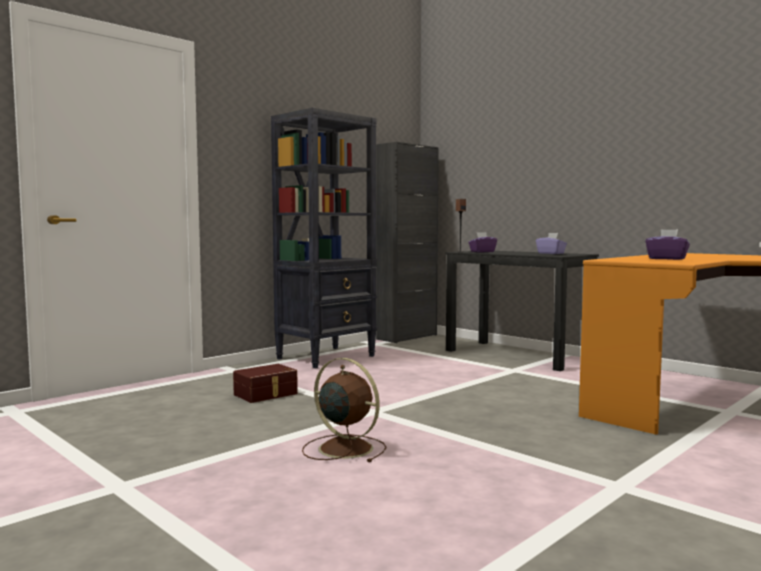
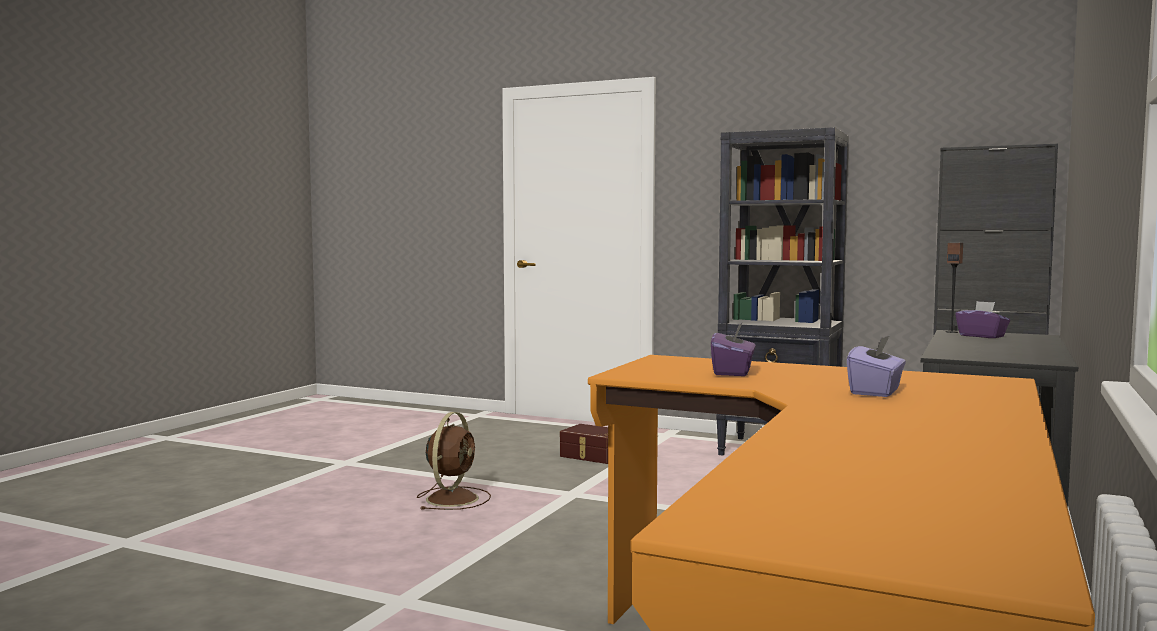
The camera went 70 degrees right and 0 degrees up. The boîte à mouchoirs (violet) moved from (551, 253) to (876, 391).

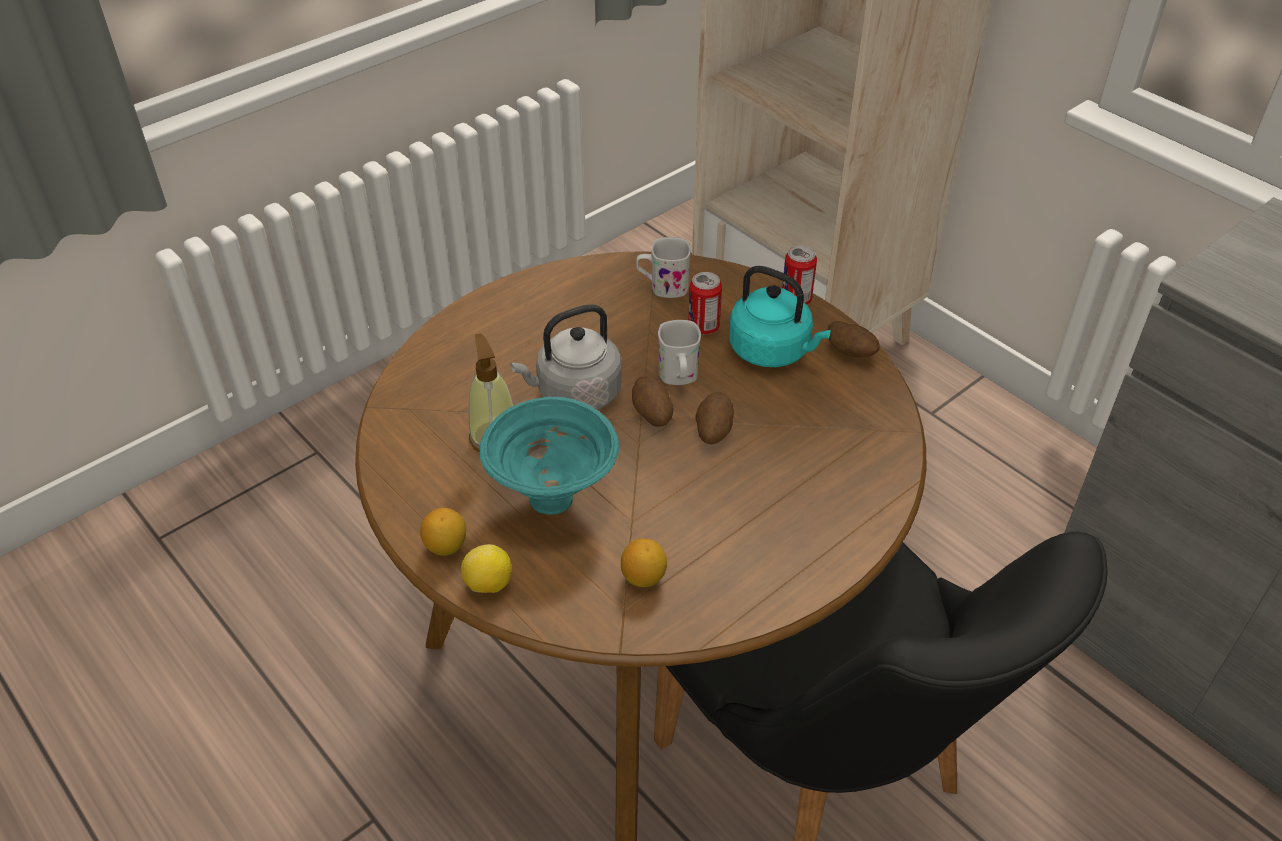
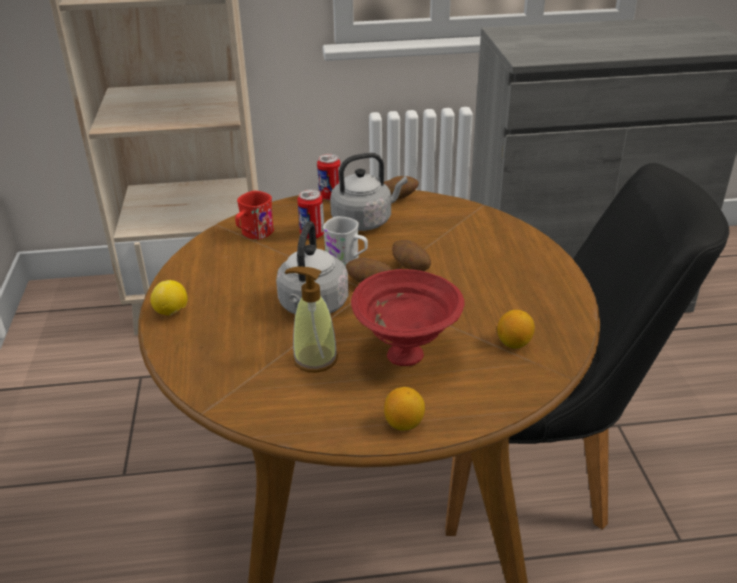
The camera went 55 degrees left and 10 degrees down. The citron moved from (488, 584) to (172, 312). The mug (blanc) at (662, 287) became the mug (rouge) at (254, 234). The bouilloire (turquoise) at (773, 351) became the bouilloire (gris) at (365, 221). The bol (turquoise) at (555, 499) became the bol (rouge) at (406, 353).

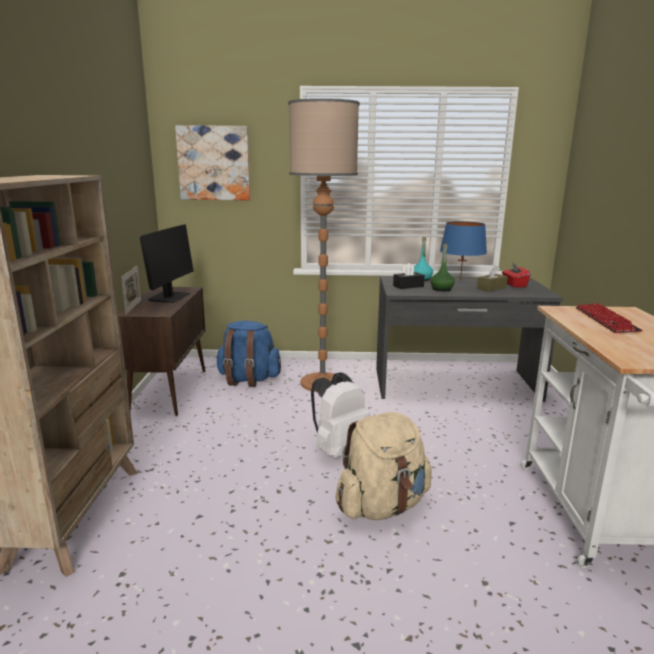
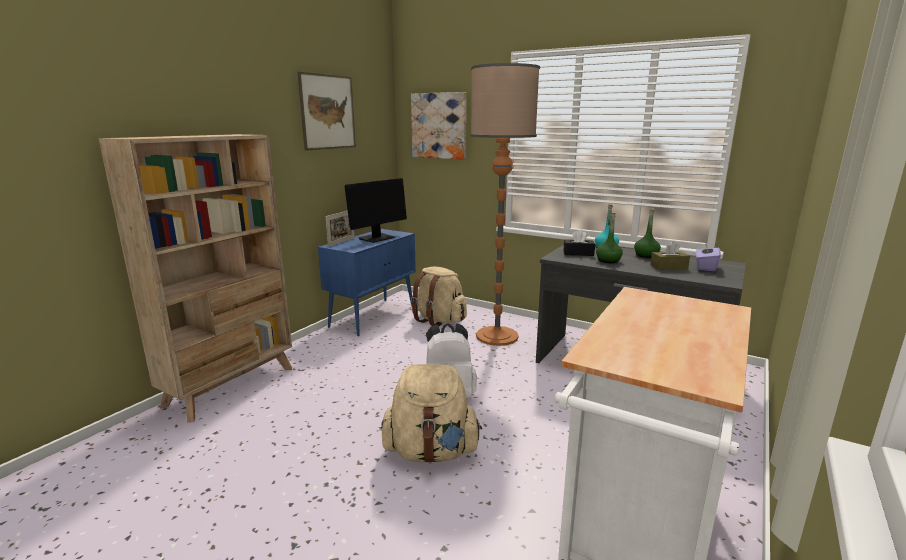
The camera went 30 degrees right and 0 degrees up. The tableau at (328, 112) appeared. The meuble de rangement (marron) at (170, 390) became the meuble de rangement (bleu) at (373, 316). The sac à dos (bleu) at (248, 379) became the sac à dos (beige) at (439, 320). The lampe de table (bleu) at (460, 281) was replaced by the bouteille (vert) at (646, 255). The boîte à mouchoirs (rouge) at (514, 285) became the boîte à mouchoirs (violet) at (705, 267). The clavier at (605, 320) disappeared.

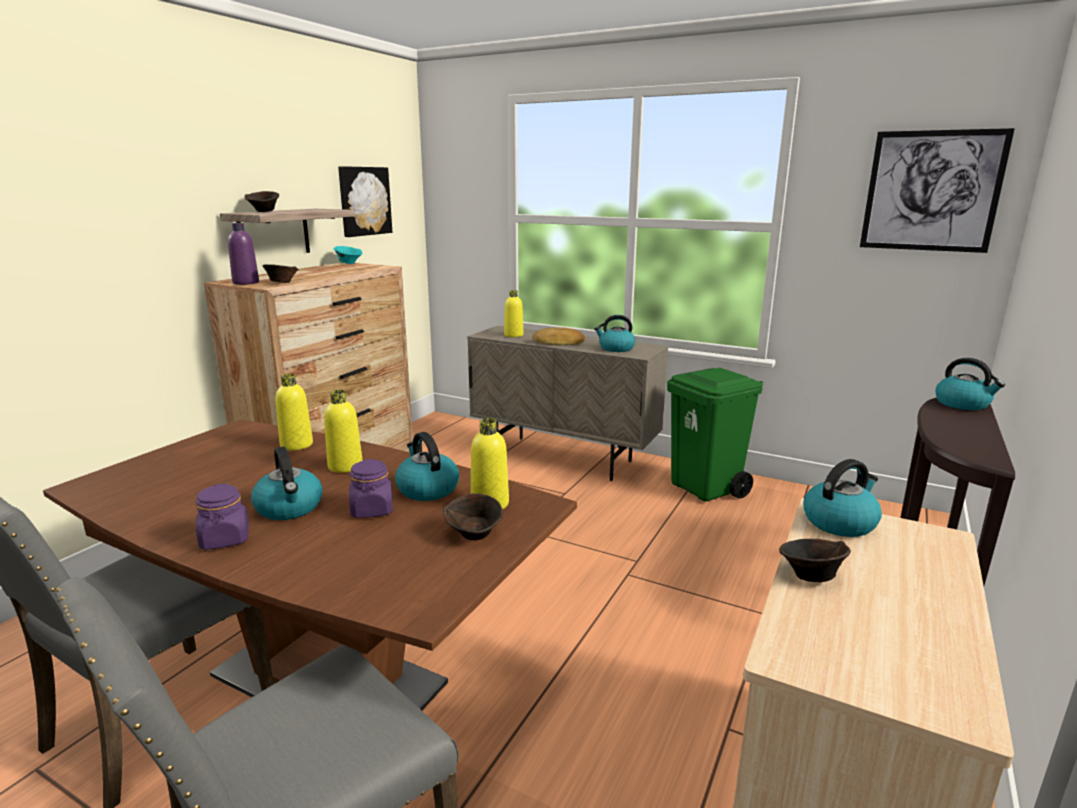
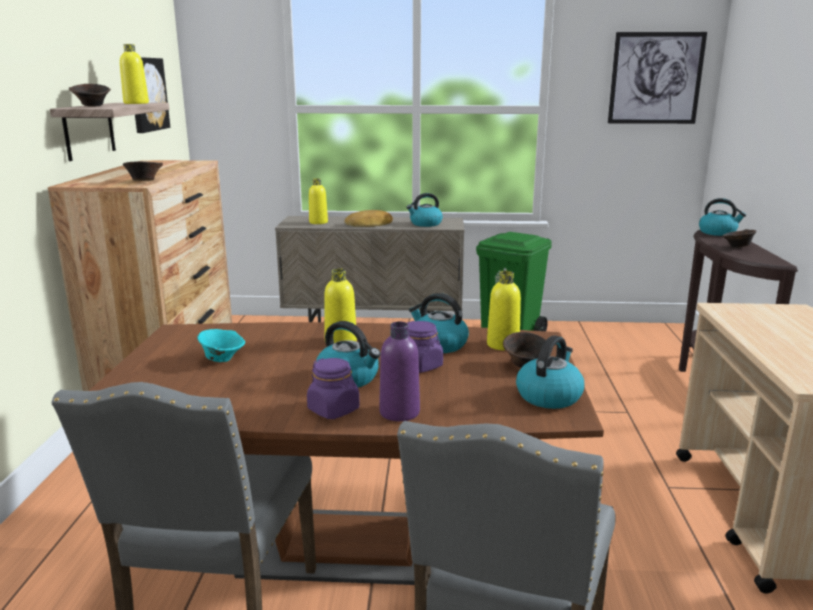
The camera went 25 degrees left and 0 degrees up. The bouteille (jaune) moved from (296, 445) to (136, 103). The bol (turquoise) moved from (349, 263) to (222, 359). The bouteille (violet) moved from (246, 283) to (399, 412). The bouilloire moved from (839, 522) to (549, 396). The bol (marron) moved from (810, 576) to (737, 247).

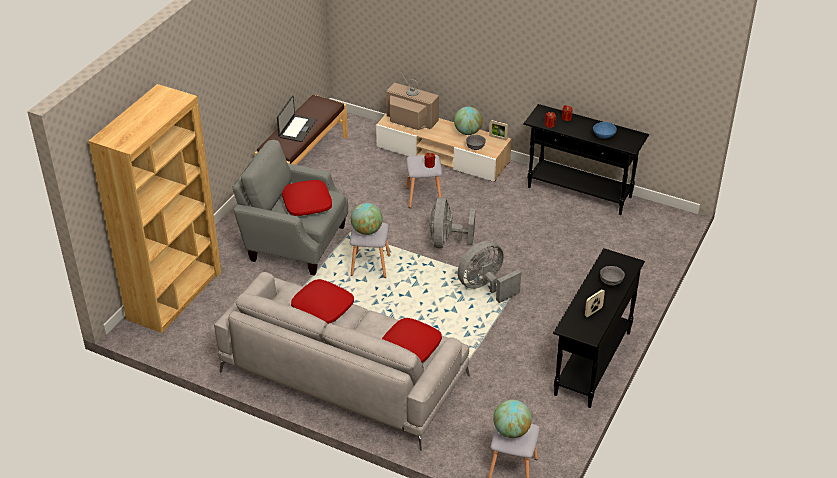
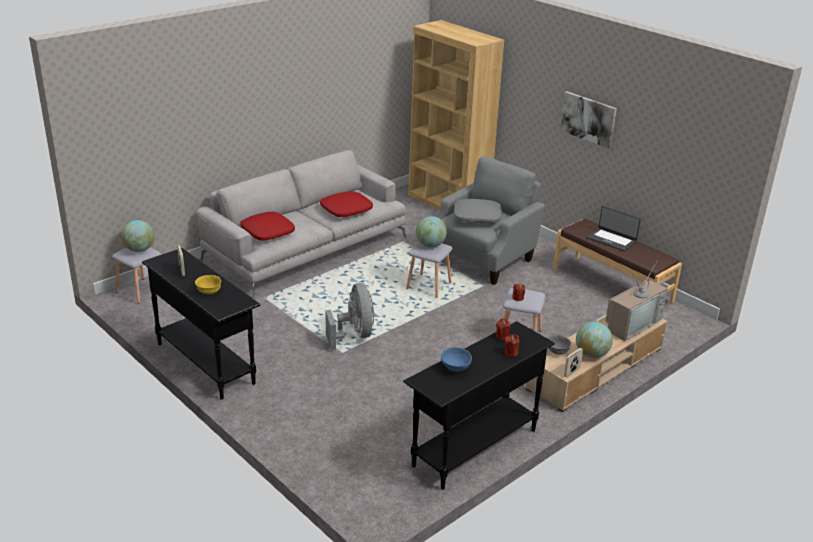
The camera went 110 degrees right and 10 degrees down. The bol (gris) at (610, 282) became the bol (jaune) at (209, 291). The coussin (rouge) at (306, 203) became the coussin (gris) at (477, 217). The tableau at (588, 119) appeared. The ventilateur (gris) at (447, 241) disappeared.

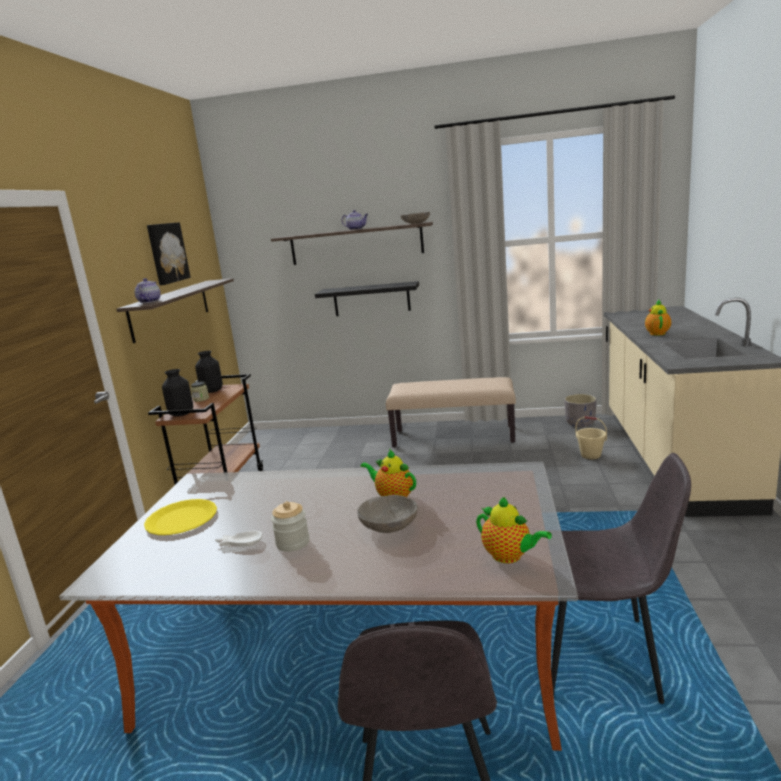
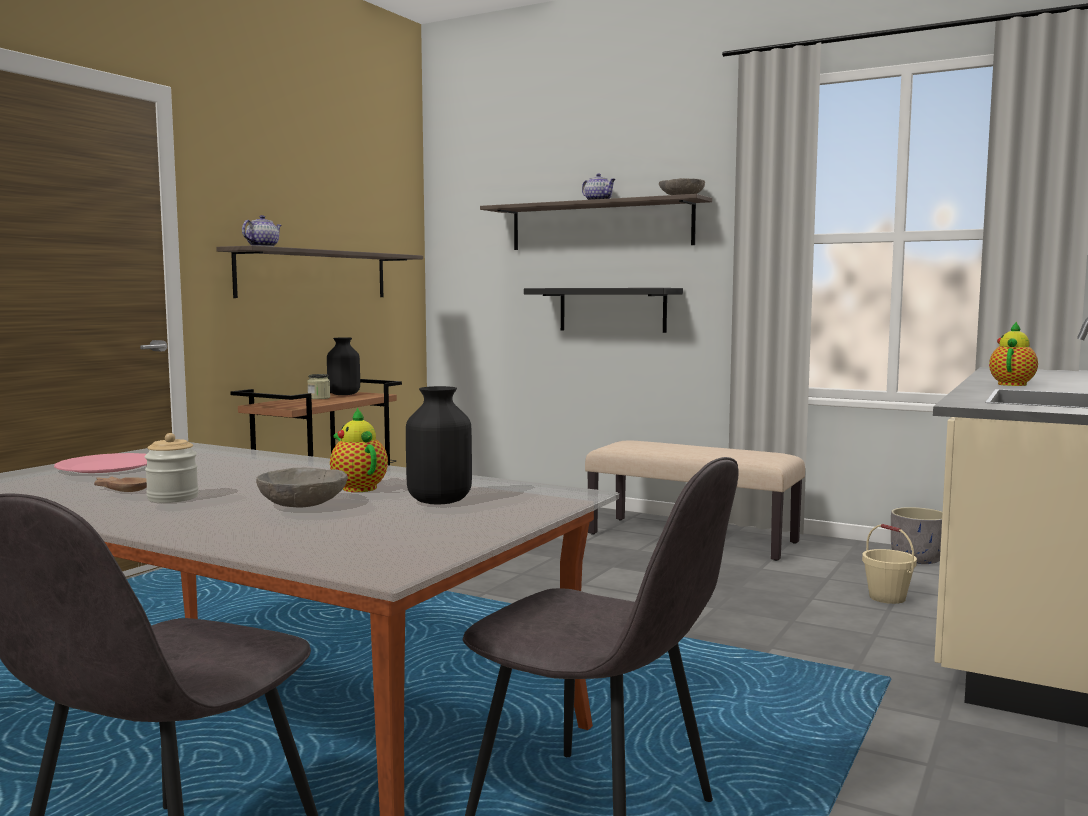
The camera went 20 degrees right and 10 degrees down. The assiette (jaune) at (182, 519) became the assiette (rose) at (108, 466). The bol (blanc) at (239, 543) became the bol (marron) at (122, 489). The vase (noir) moved from (182, 414) to (440, 501). The tableau at (167, 253) disappeared. The théière at (509, 556) disappeared.

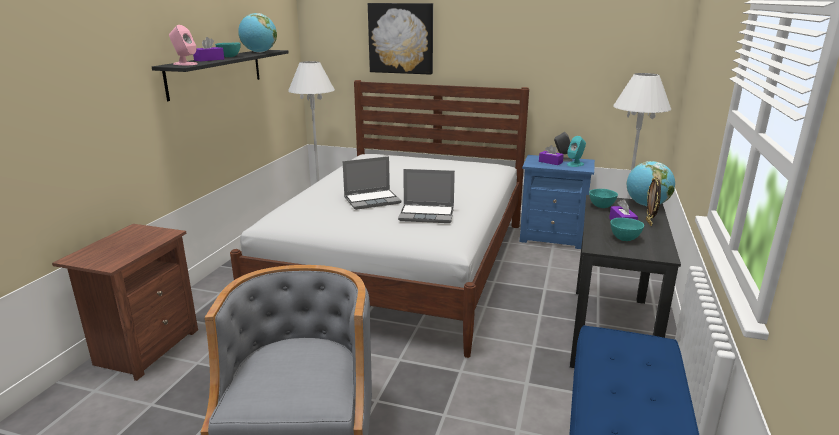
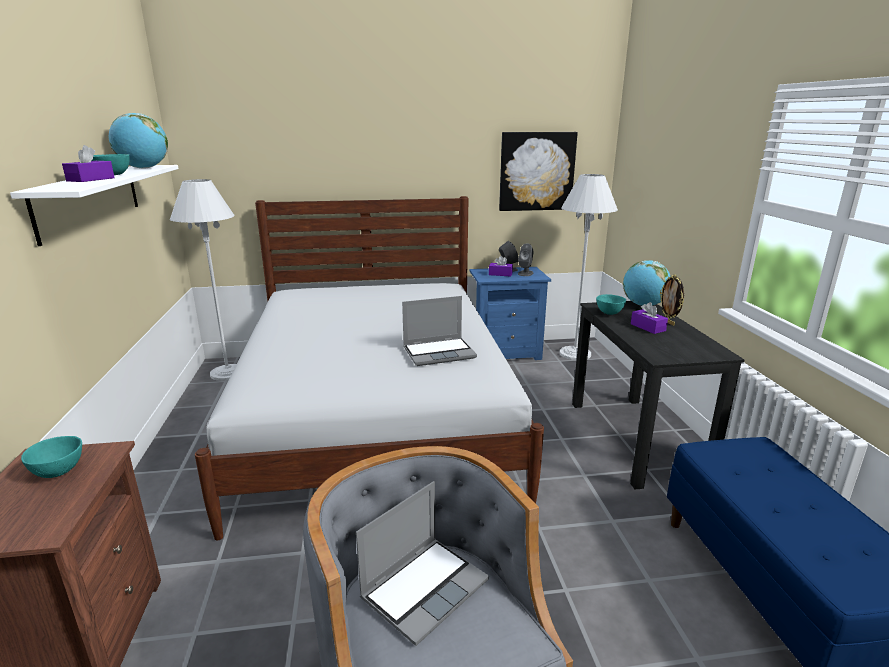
The camera went 25 degrees left and 0 degrees up. The étagère (noir) at (216, 73) became the étagère (blanc) at (90, 199). The bol (turquoise) moved from (625, 239) to (60, 471). The ordinateur portable moved from (372, 200) to (425, 588). The tableau moved from (401, 38) to (536, 171). The enceinte (turquoise) at (575, 164) became the enceinte (gris) at (525, 273). The enceinte (rose) at (185, 64) disappeared.

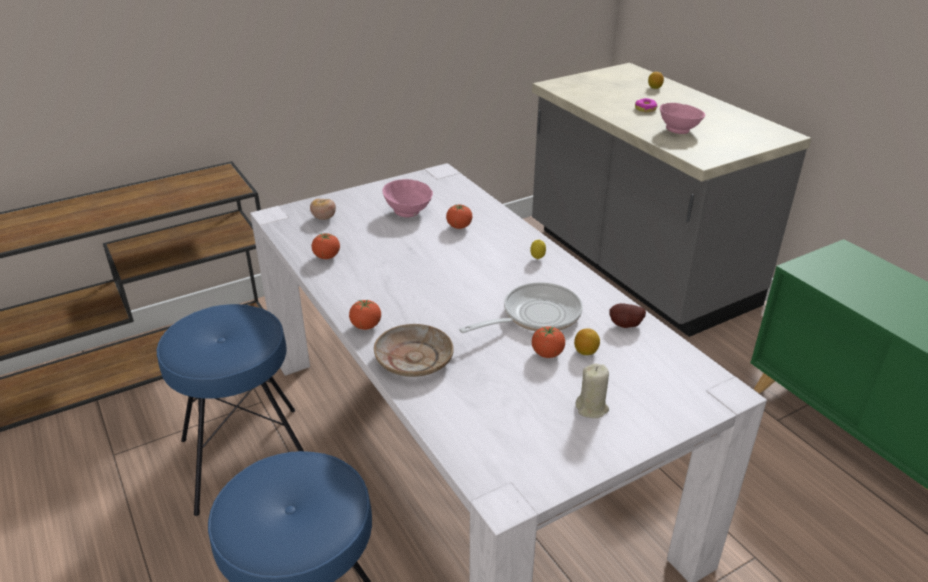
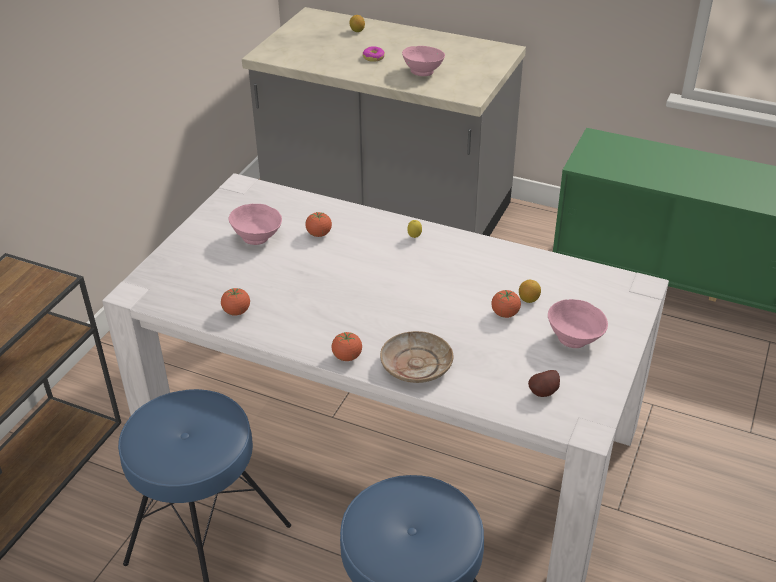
The camera went 35 degrees left and 5 degrees up. The pomme de terre moved from (626, 326) to (545, 393). The bougie (beige) at (592, 408) was replaced by the bol (rose) at (575, 339). The tomate at (324, 218) disappeared. The poêle at (535, 316) disappeared.

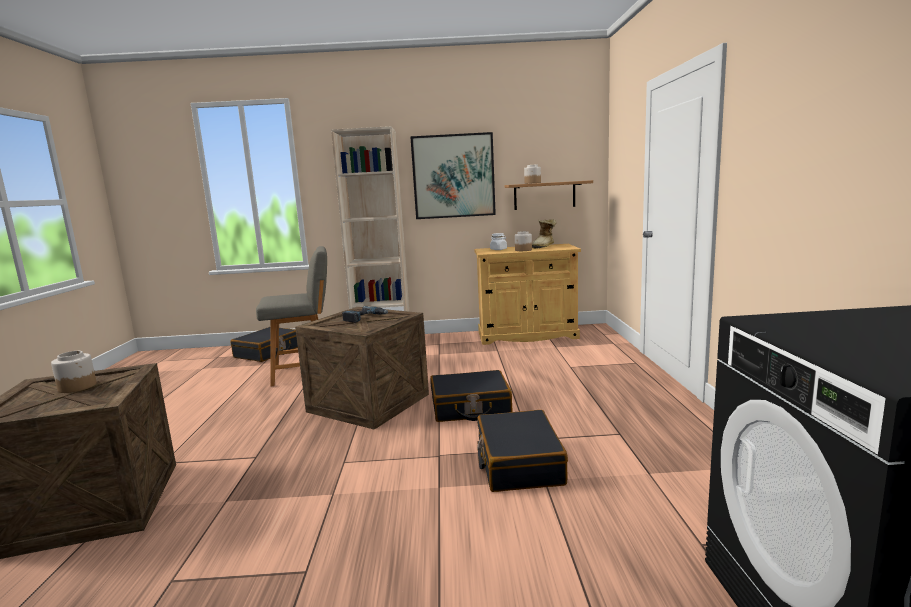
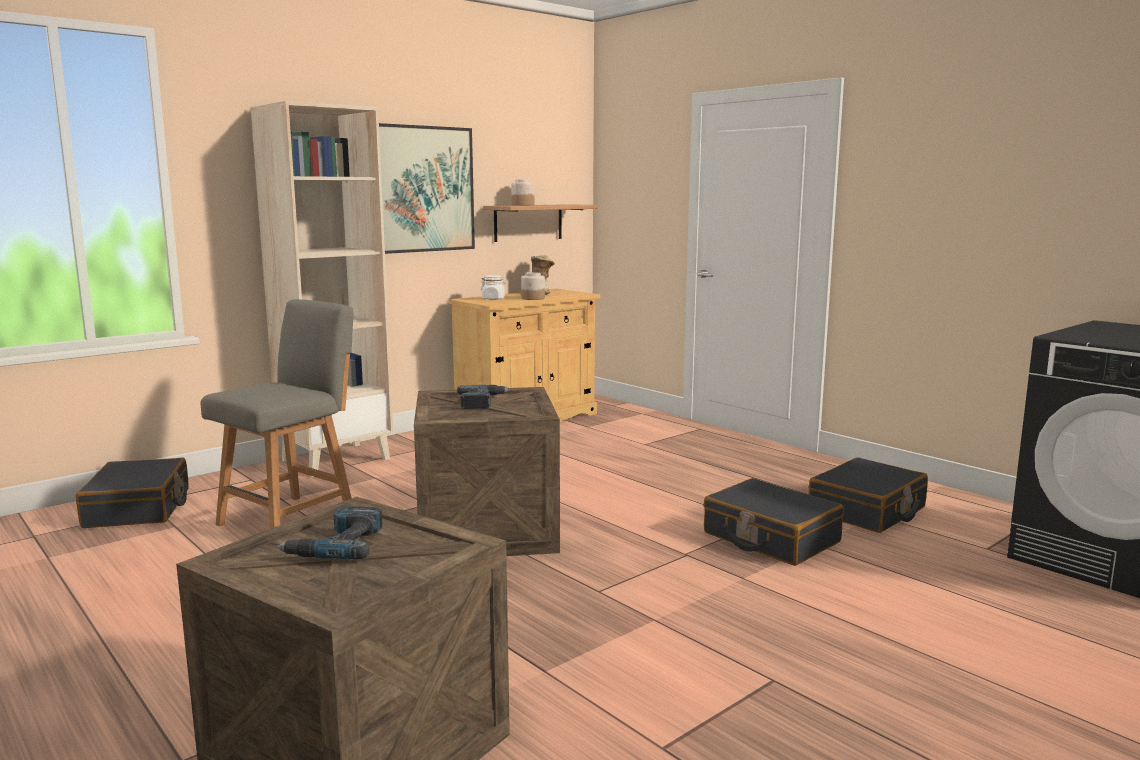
The camera went 40 degrees left and 0 degrees up. The bocal at (77, 387) was replaced by the perceuse at (337, 544). The valise (noir) moved from (470, 408) to (867, 511).

